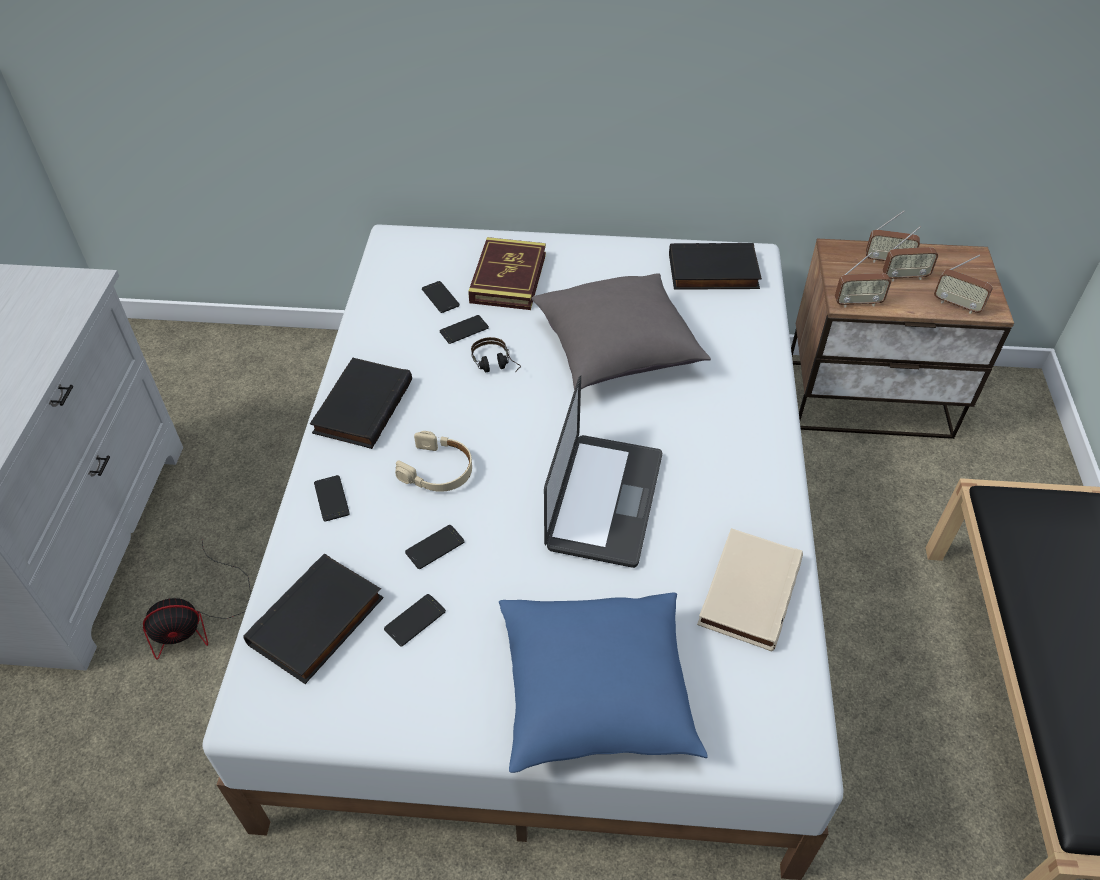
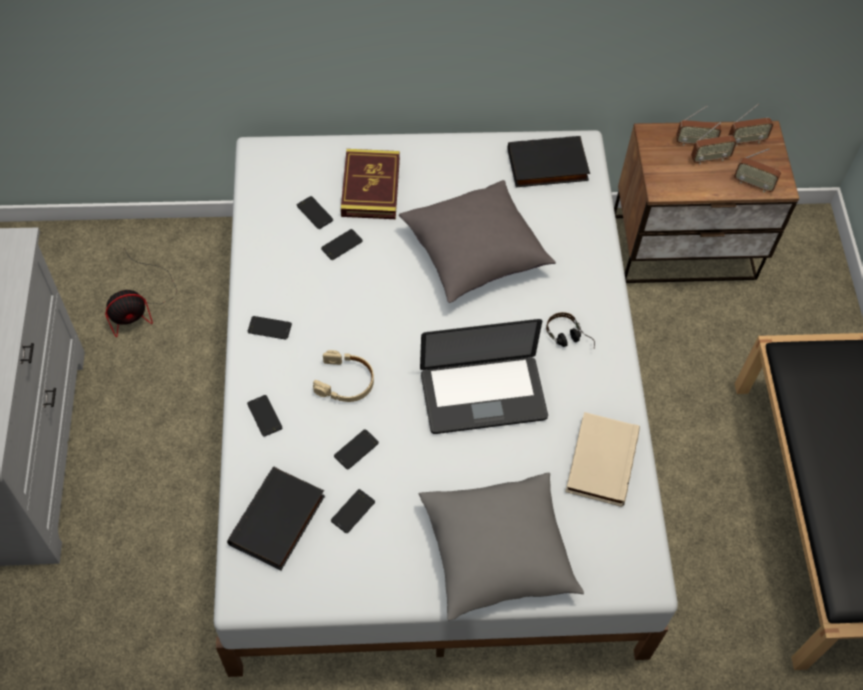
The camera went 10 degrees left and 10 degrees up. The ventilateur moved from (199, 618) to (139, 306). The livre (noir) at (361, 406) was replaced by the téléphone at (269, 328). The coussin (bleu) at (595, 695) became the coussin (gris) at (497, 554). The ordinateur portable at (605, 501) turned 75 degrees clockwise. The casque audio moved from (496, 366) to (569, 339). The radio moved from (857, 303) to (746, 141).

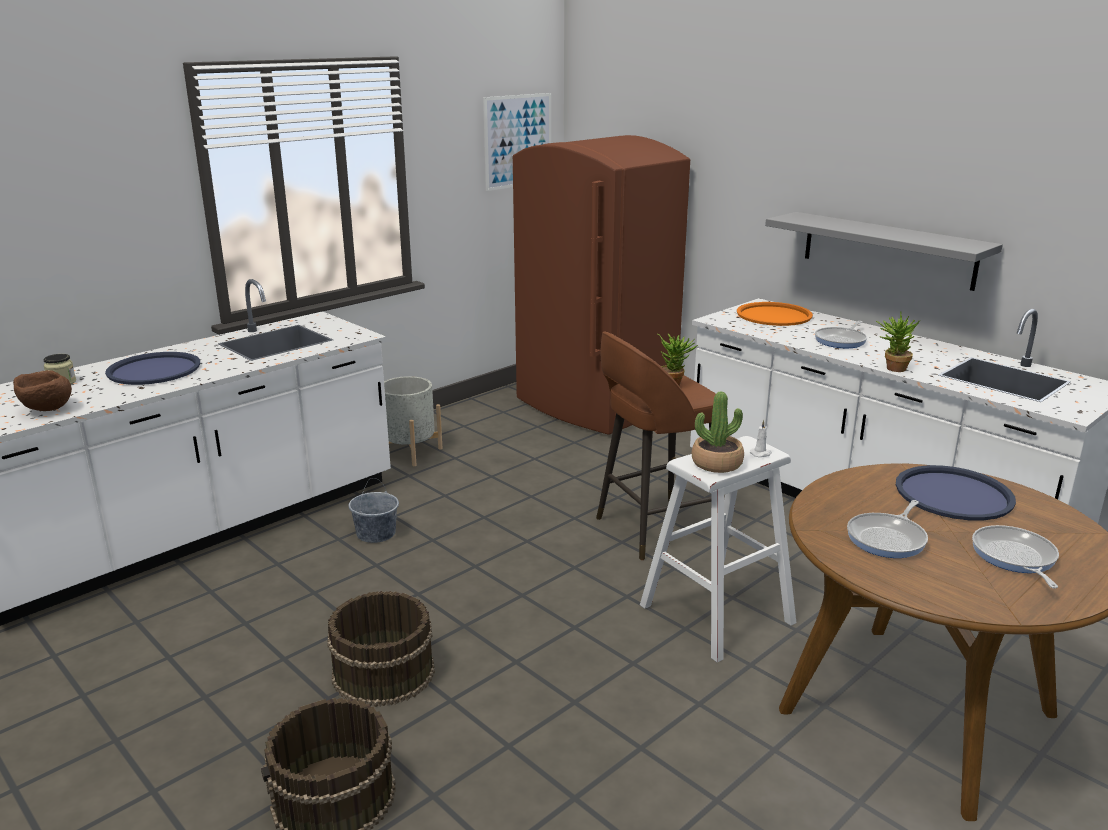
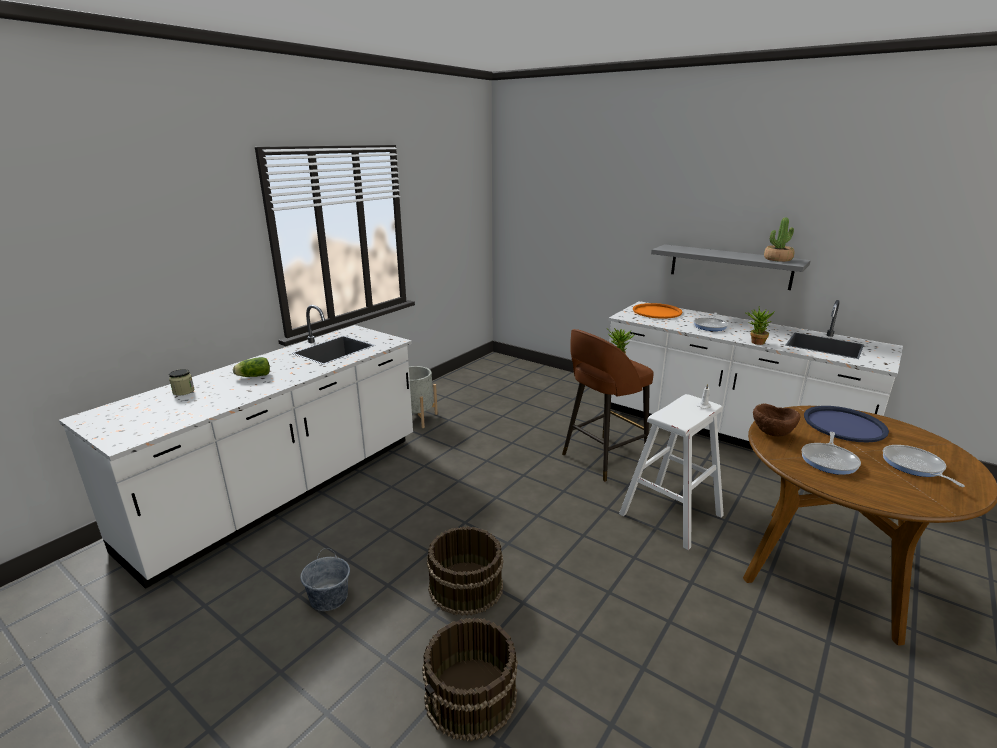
The camera went 10 degrees left and 0 degrees up. The plateau (bleu) at (154, 370) was replaced by the laitue at (253, 376). The seau (gris) moved from (376, 533) to (329, 598). The bol (marron) moved from (46, 410) to (771, 434). The plante en pot moved from (717, 463) to (777, 259). The tableau at (518, 141) disappeared. The réfrigérateur (marron) at (594, 406) disappeared.

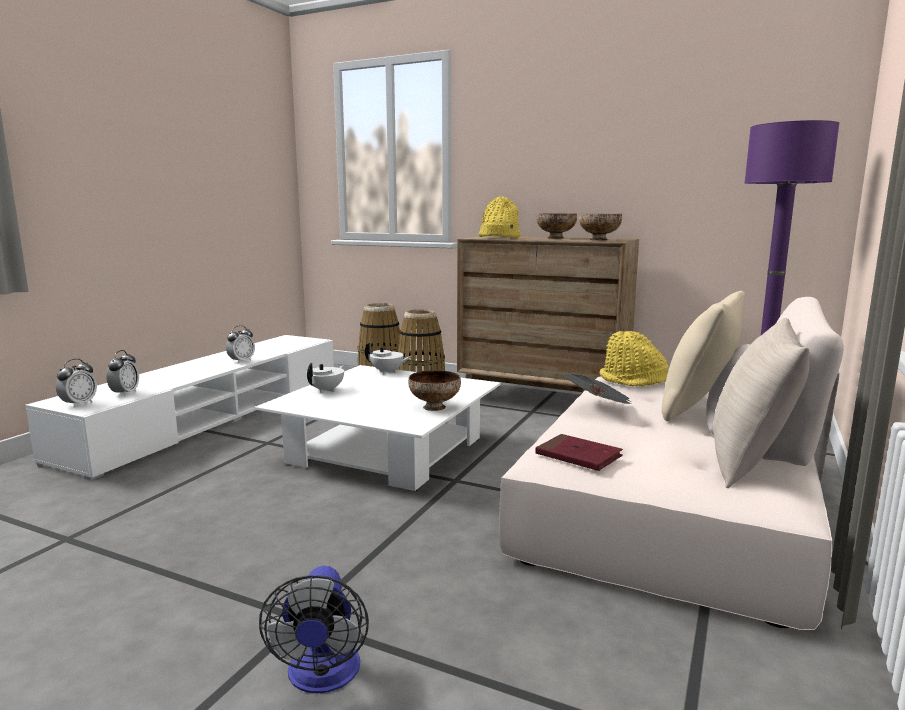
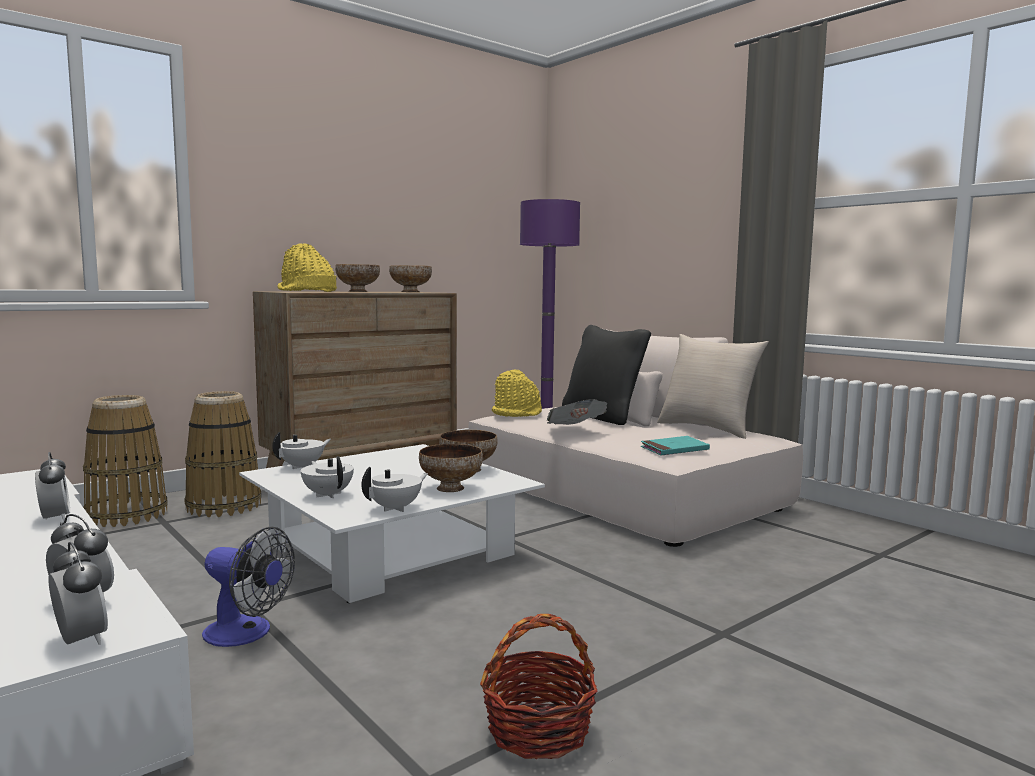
The camera went 65 degrees left and 5 degrees down. The ventilateur moved from (322, 676) to (247, 633). The théière (blanc) at (396, 508) appeared. The bol at (451, 488) appeared. The panier at (538, 730) appeared. The coussin (beige) at (698, 409) became the coussin (noir) at (602, 417). The livre (rouge) at (578, 456) became the livre (turquoise) at (674, 449).

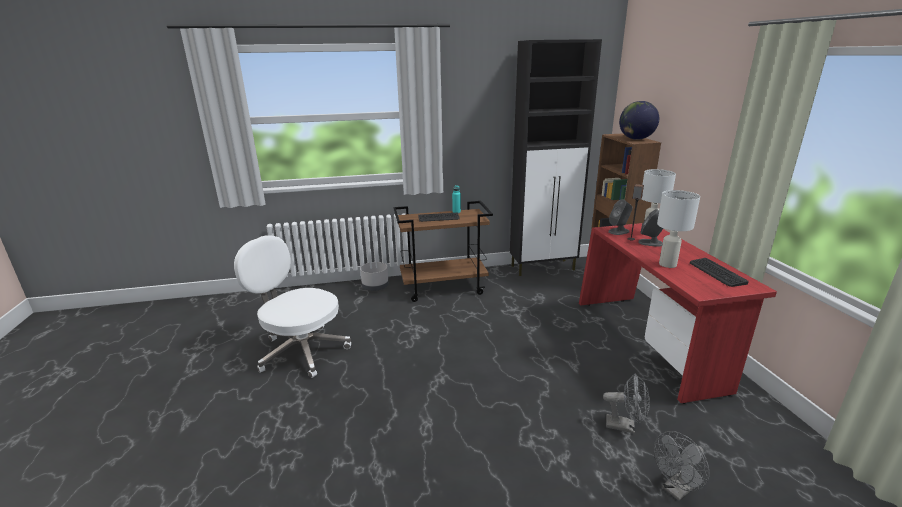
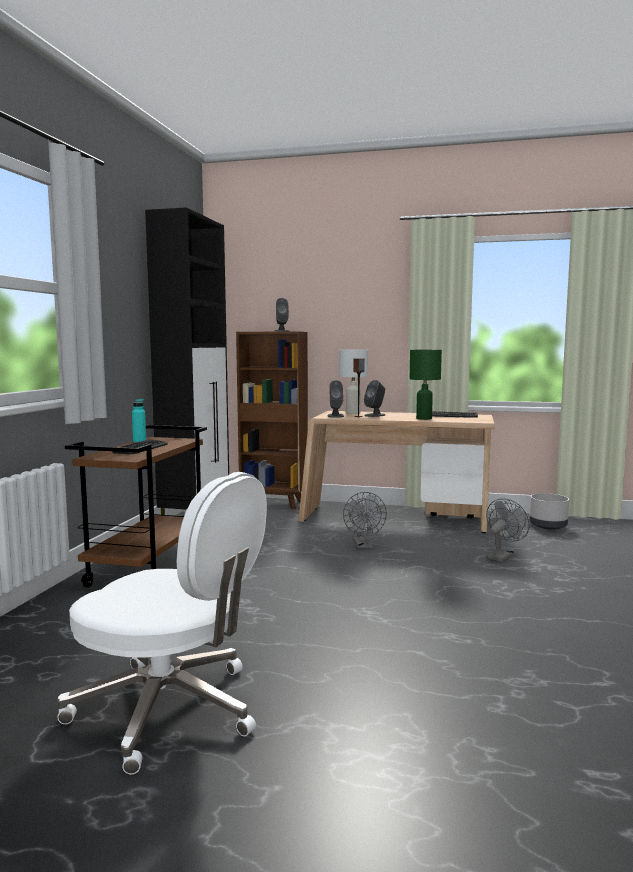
The camera went 65 degrees left and 15 degrees down. The chaise de bureau (blanc) at (301, 351) turned 120 degrees counterclockwise. The globe at (636, 139) was replaced by the enceinte (gris) at (281, 331). The bureau (rouge) at (648, 343) became the bureau (beige) at (394, 520). The ventilateur (gris) moved from (676, 490) to (364, 546). The lampe de table (blanc) at (667, 264) became the lampe de table (vert) at (424, 418). The cache-pot (gris) moved from (375, 287) to (548, 526).

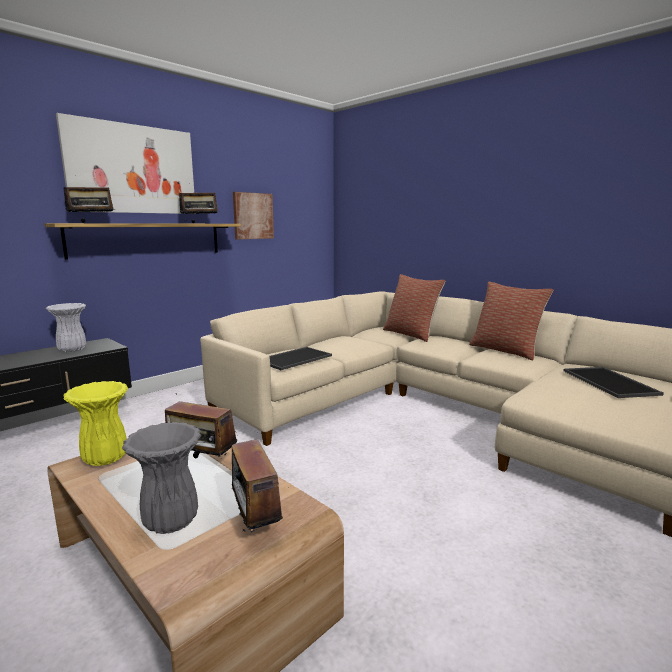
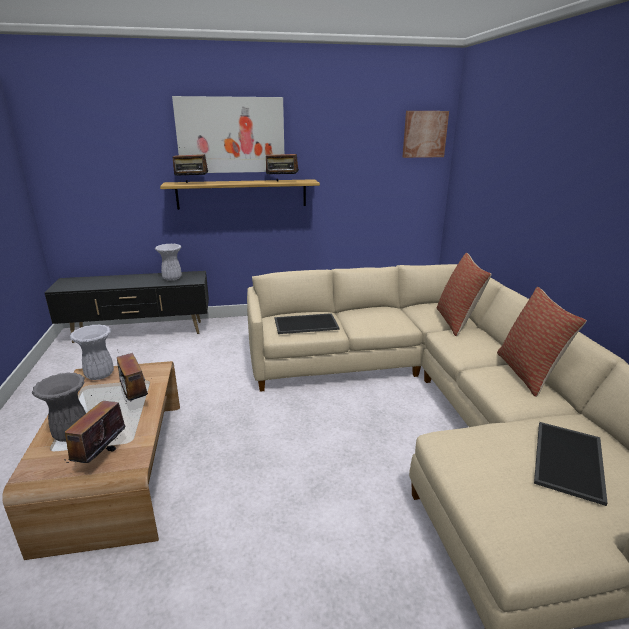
The camera went 35 degrees right and 10 degrees up. The vase (jaune) at (104, 459) became the vase (blanc) at (99, 375). The tableau moved from (253, 216) to (424, 134).

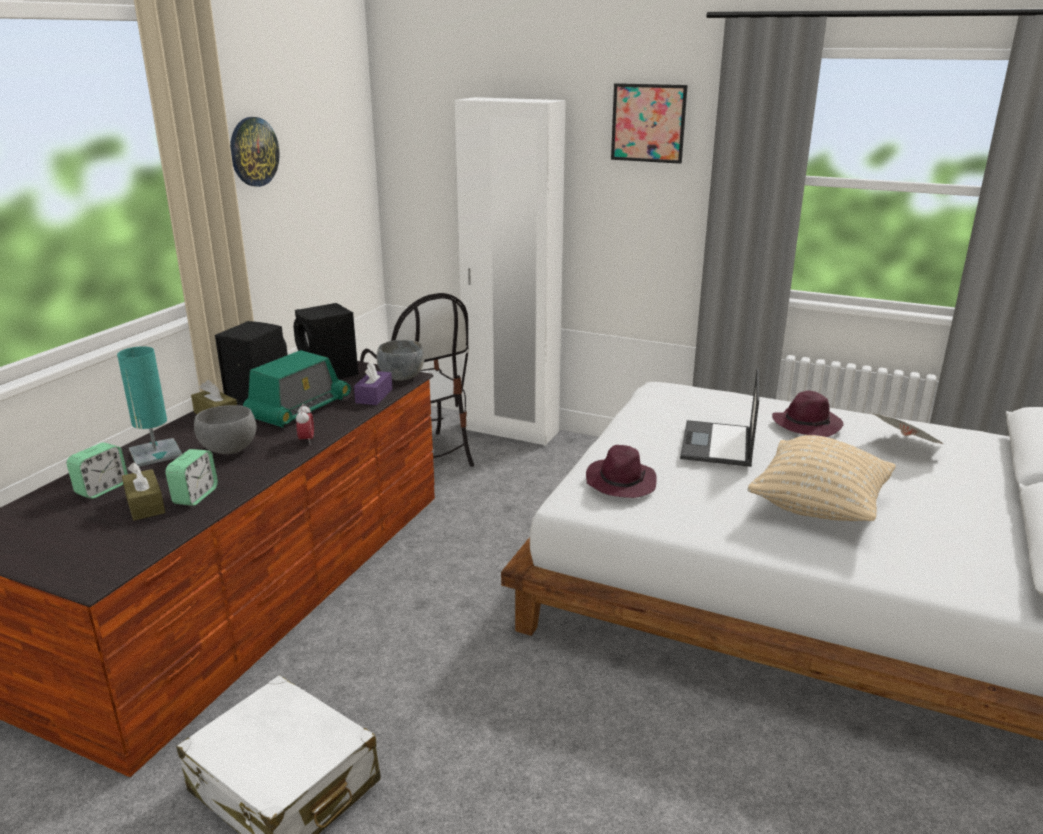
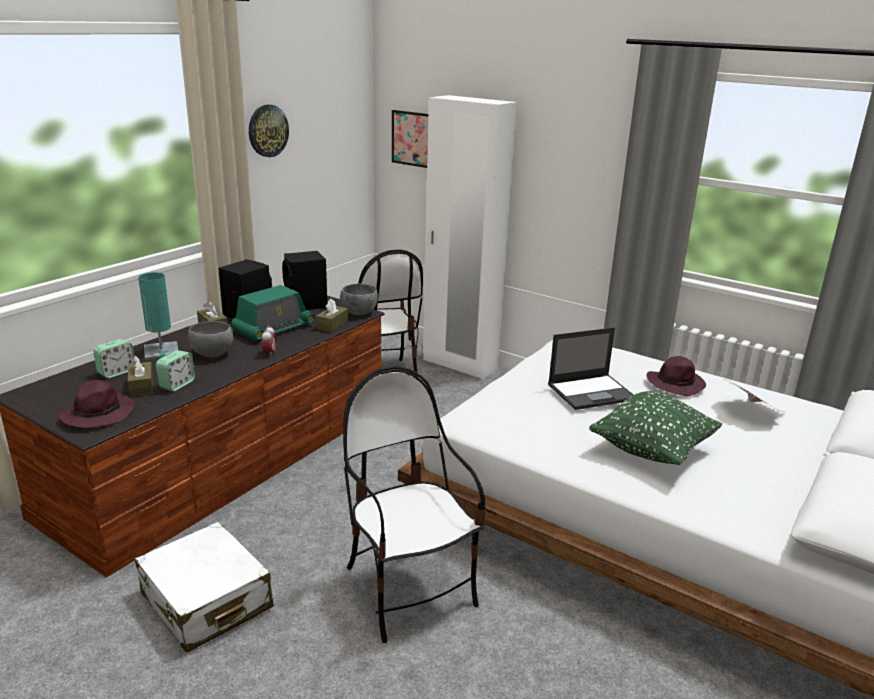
The camera went 10 degrees right and 0 degrees up. The chapeau (violet) moved from (620, 482) to (99, 413). The boîte à mouchoirs (violet) at (374, 396) became the boîte à mouchoirs (marron) at (332, 325). The chaise at (408, 589) appeared. The tableau moved from (648, 123) to (413, 139). The ordinateur portable at (717, 445) turned 135 degrees counterclockwise. The coussin (beige) at (818, 507) became the coussin (vert) at (651, 450).

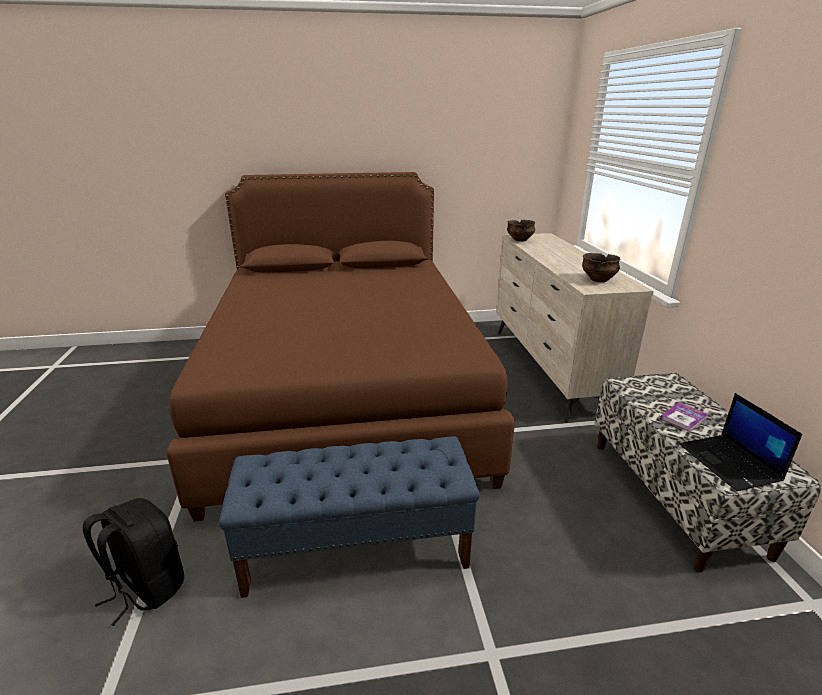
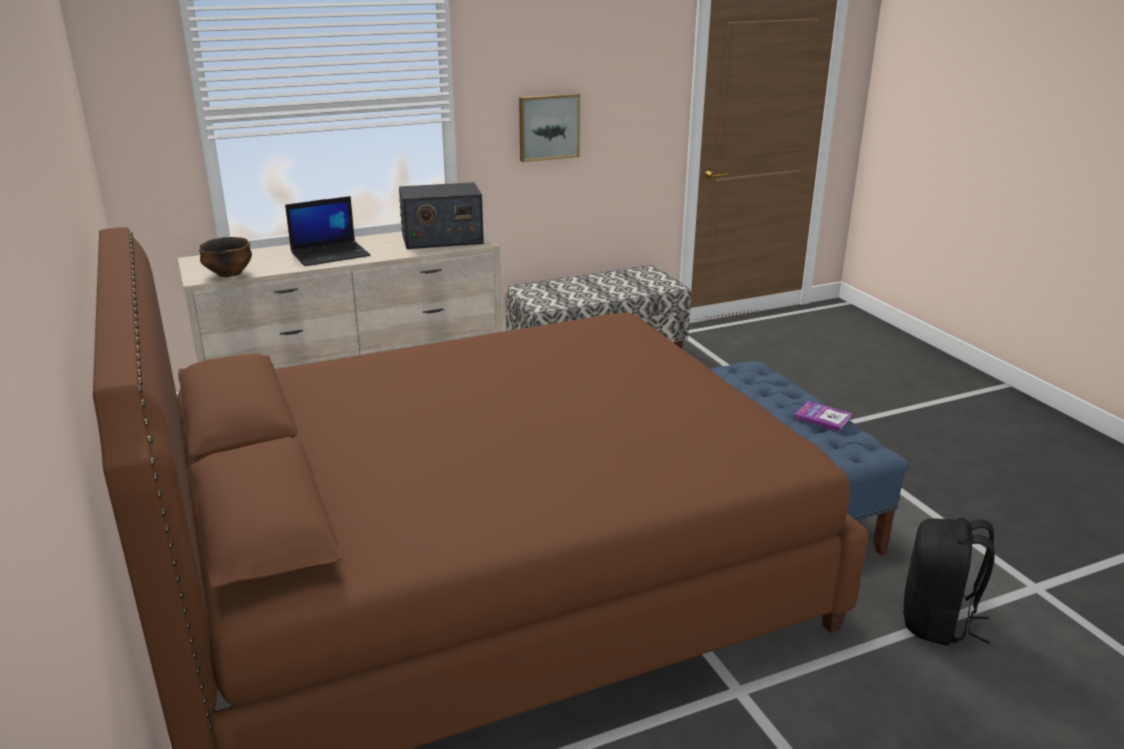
The camera went 105 degrees left and 0 degrees up. The ordinateur portable moved from (730, 463) to (331, 254). The bol at (598, 279) was replaced by the radio at (441, 239). The tableau at (548, 126) appeared. The livre moved from (683, 418) to (822, 418).

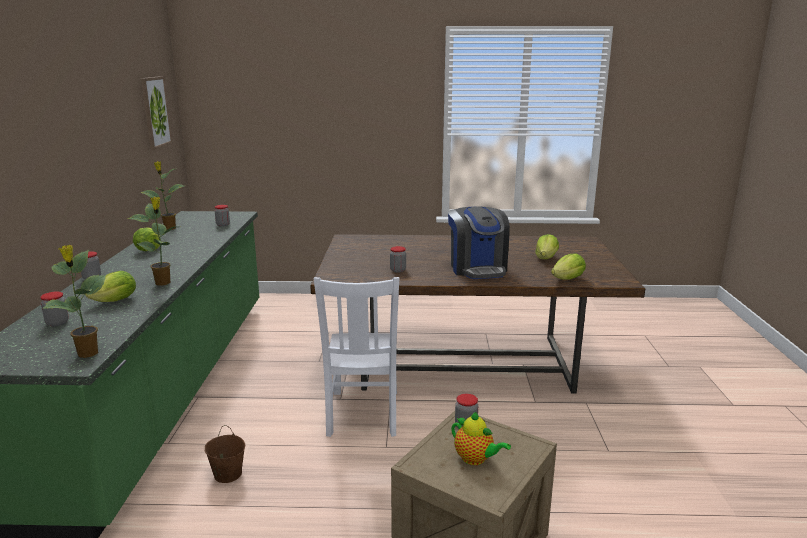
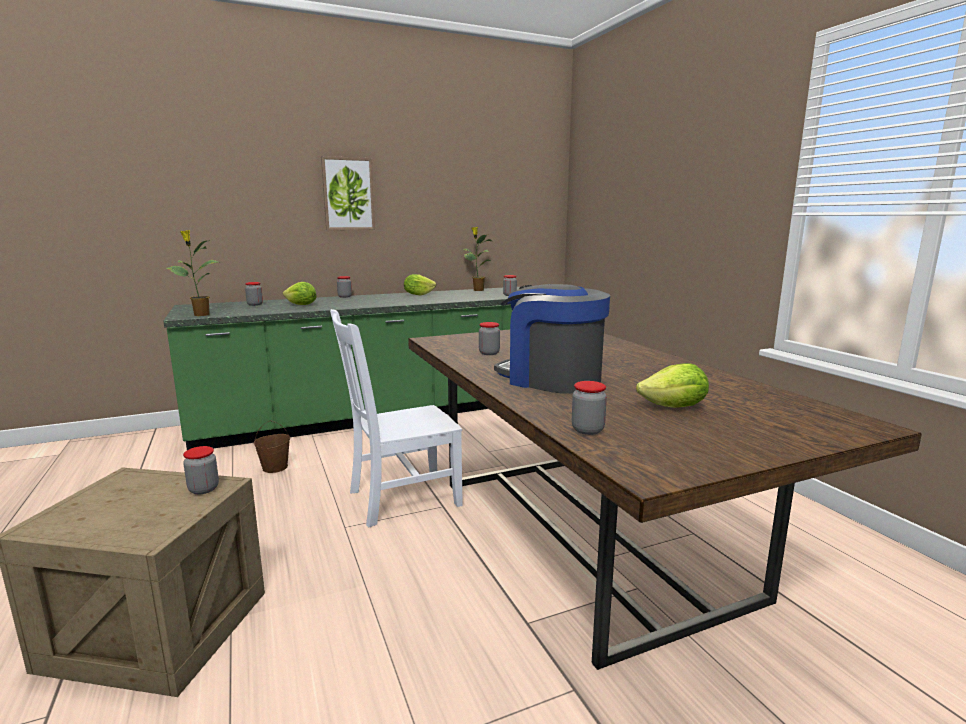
The camera went 65 degrees right and 5 degrees down. The tableau moved from (155, 112) to (348, 194). The machine à café at (477, 268) turned 75 degrees clockwise. The laitue at (568, 279) was replaced by the bocal at (587, 430). The plante en pot at (163, 283) disappeared. The théière at (475, 459) disappeared.

